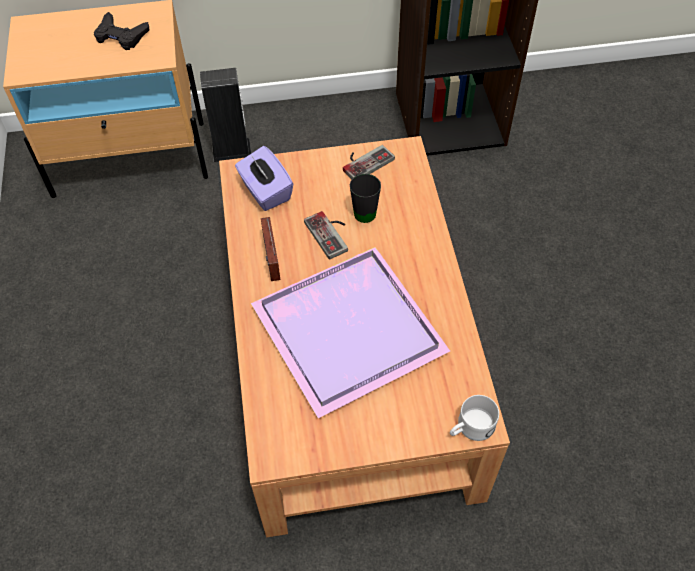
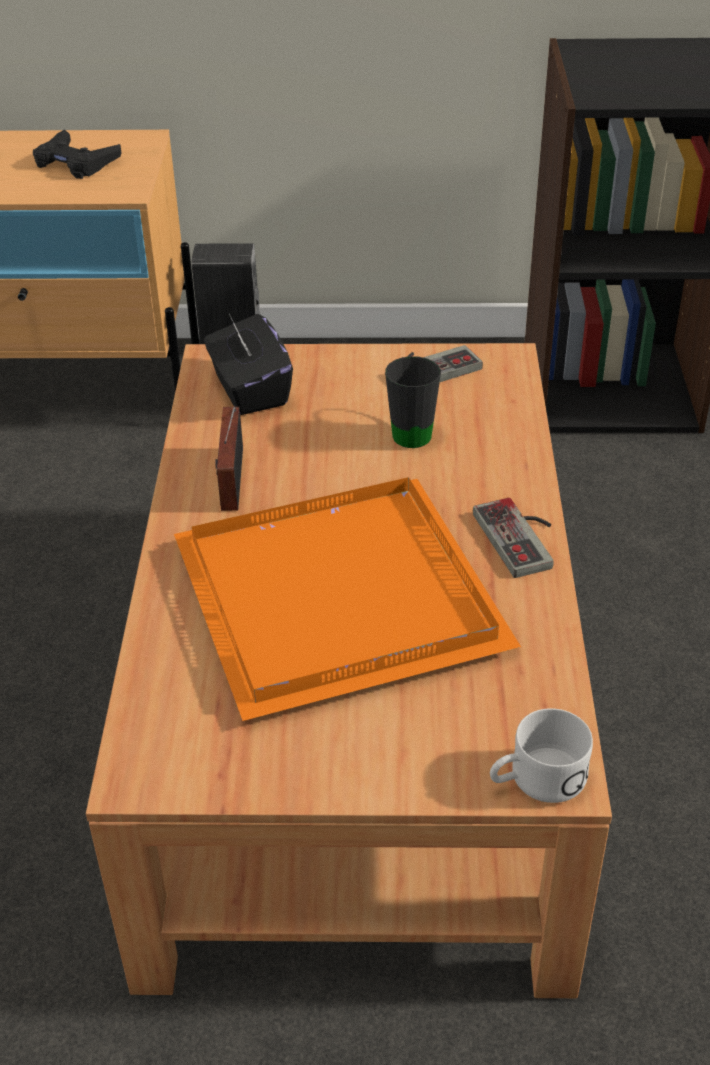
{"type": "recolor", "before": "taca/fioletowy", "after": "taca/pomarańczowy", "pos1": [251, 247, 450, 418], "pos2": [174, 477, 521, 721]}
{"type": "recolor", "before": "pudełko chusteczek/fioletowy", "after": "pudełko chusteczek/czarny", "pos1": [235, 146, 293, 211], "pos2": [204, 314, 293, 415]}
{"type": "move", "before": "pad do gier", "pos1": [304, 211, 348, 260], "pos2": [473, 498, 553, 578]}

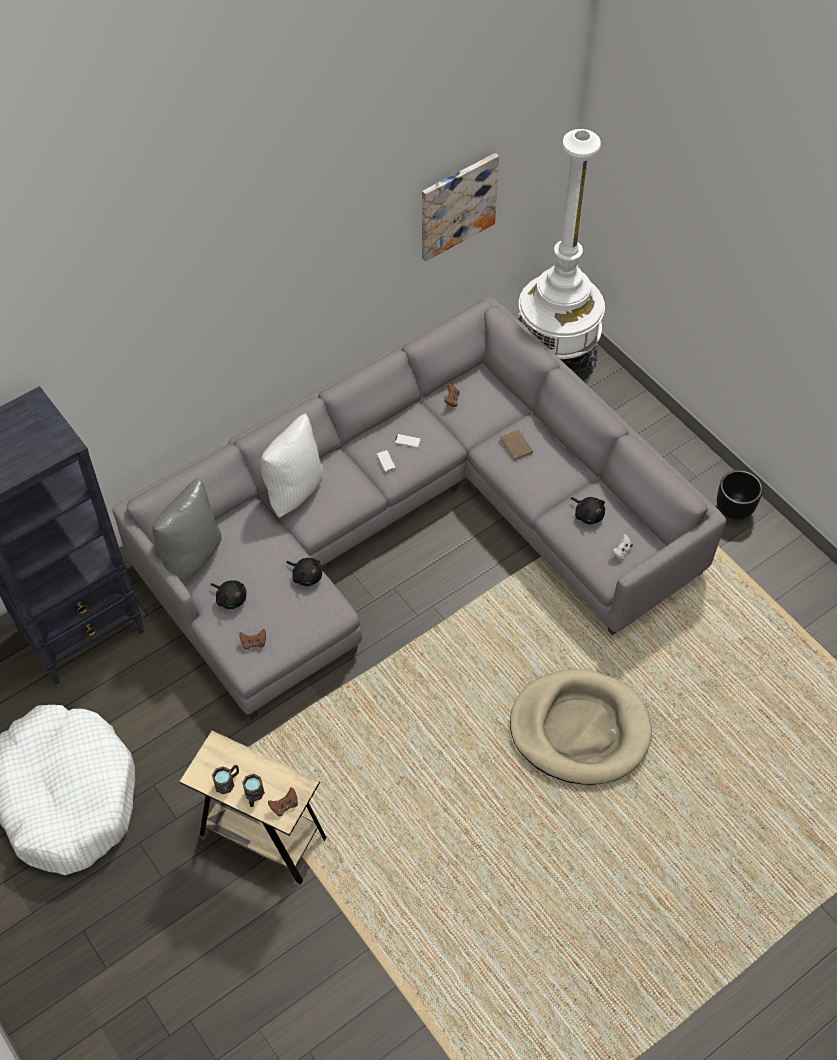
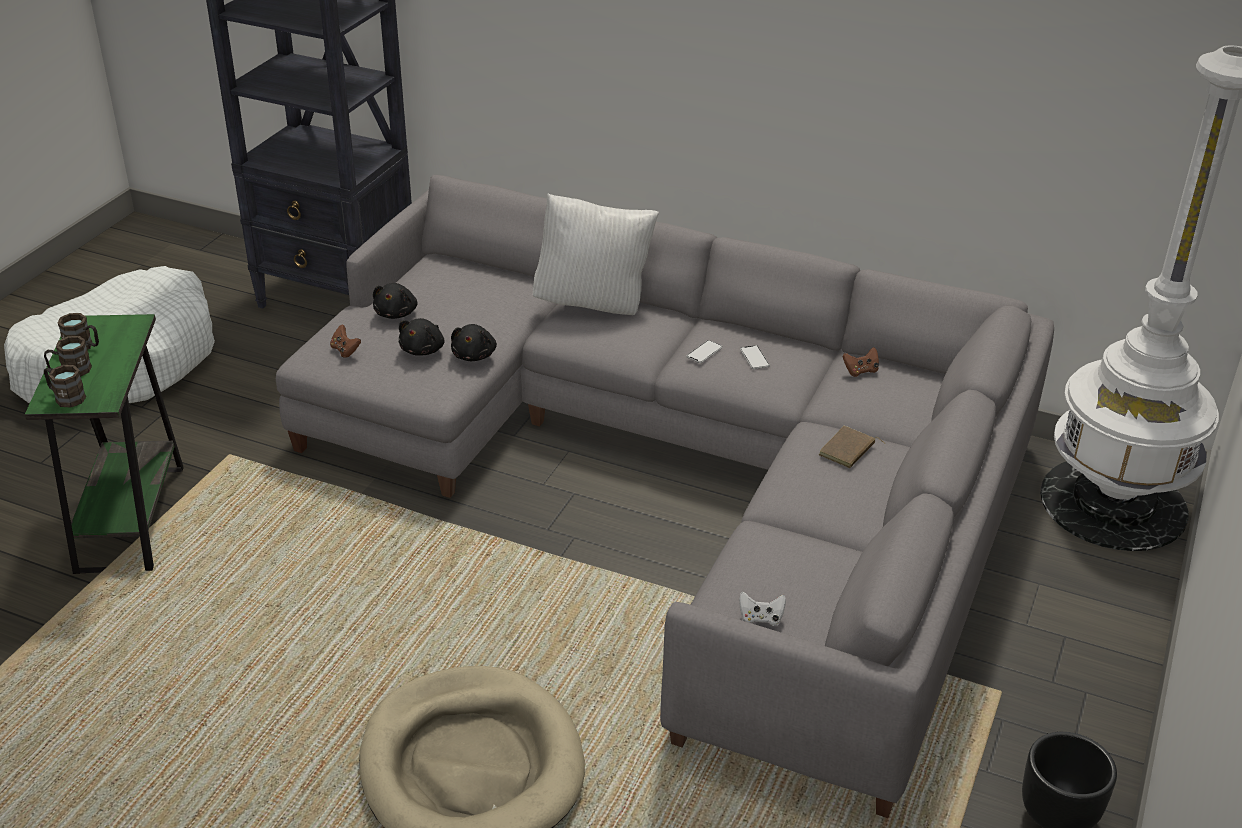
{"type": "recolor", "before": "stolik/beżowy", "after": "stolik/zielony", "pos1": [180, 731, 327, 884], "pos2": [25, 314, 184, 574]}
{"type": "replace", "before": "pad do gier/brązowy", "after": "kubek/brązowy", "pos1": [268, 787, 298, 816], "pos2": [44, 365, 86, 408]}
{"type": "move", "before": "pluszak/czarny", "pos1": [571, 497, 605, 525], "pos2": [399, 318, 445, 356]}
{"type": "delete", "before": "poduszka/szary", "pos1": [152, 478, 221, 582]}
{"type": "delete", "before": "obraz", "pos1": [422, 153, 499, 261]}

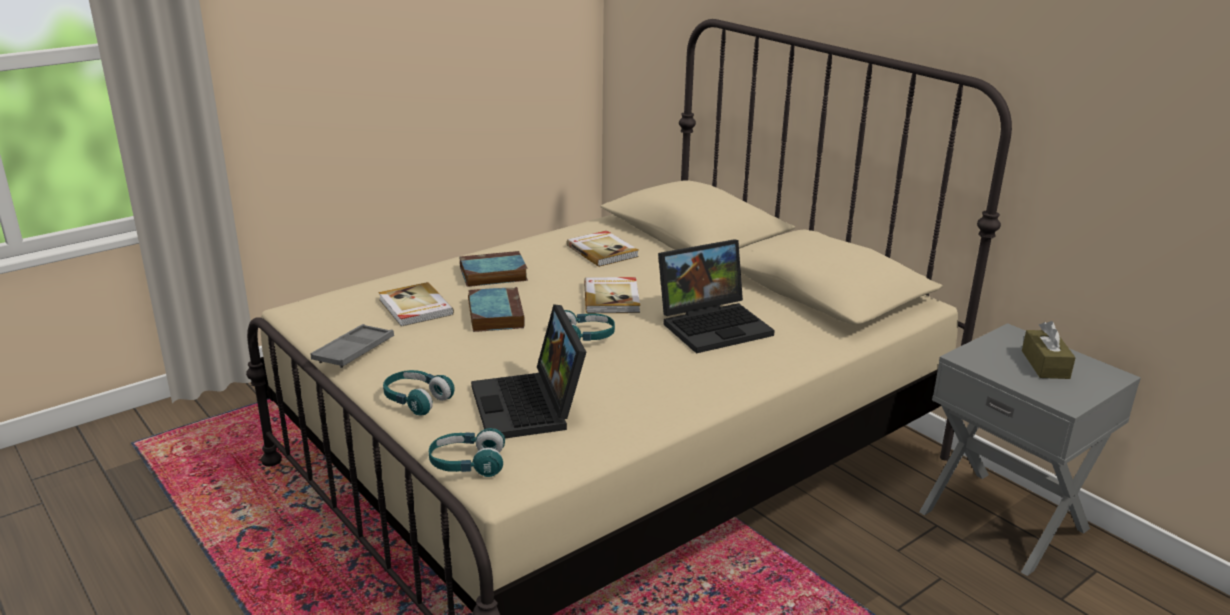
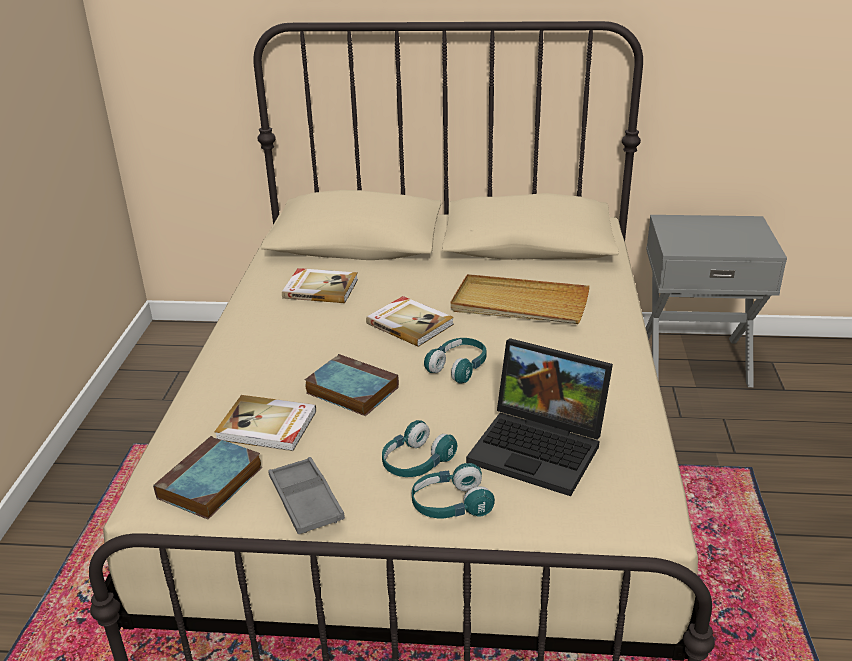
{"type": "move", "before": "książka", "pos1": [460, 251, 528, 287], "pos2": [153, 436, 262, 519]}
{"type": "move", "before": "słuchawki/turkusowy", "pos1": [429, 428, 505, 477], "pos2": [382, 420, 457, 477]}
{"type": "replace", "before": "laptop", "after": "taca/beżowy", "pos1": [658, 239, 775, 353], "pos2": [451, 274, 590, 324]}
{"type": "delete", "before": "pudełko chusteczek/brązowy", "pos1": [1022, 321, 1076, 379]}

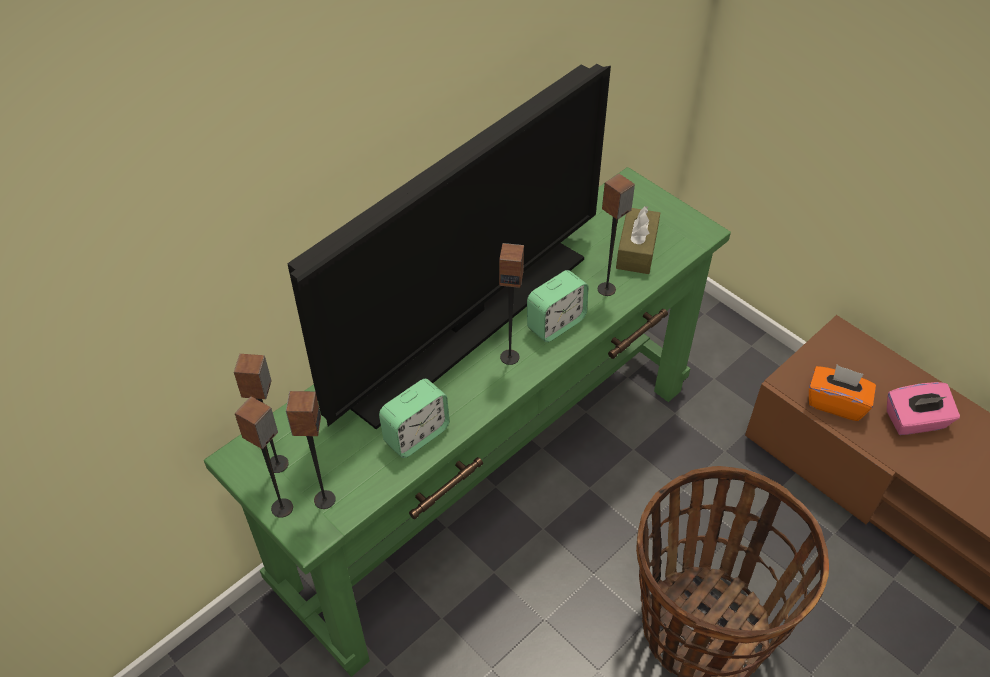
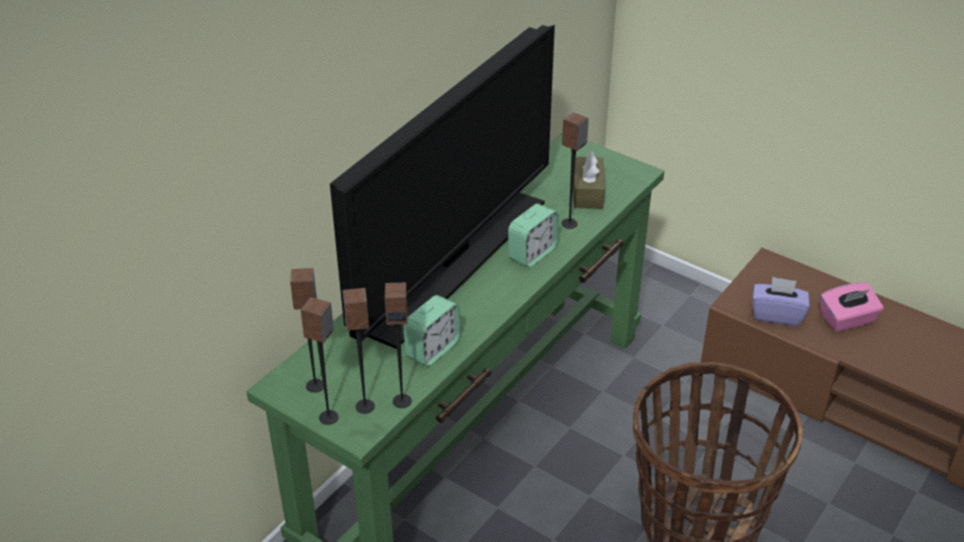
{"type": "move", "before": "głośnik", "pos1": [499, 243, 524, 365], "pos2": [385, 283, 412, 408]}
{"type": "recolor", "before": "pudełko chusteczek/pomarańczowy", "after": "pudełko chusteczek/fioletowy", "pos1": [809, 365, 876, 421], "pos2": [752, 276, 810, 326]}

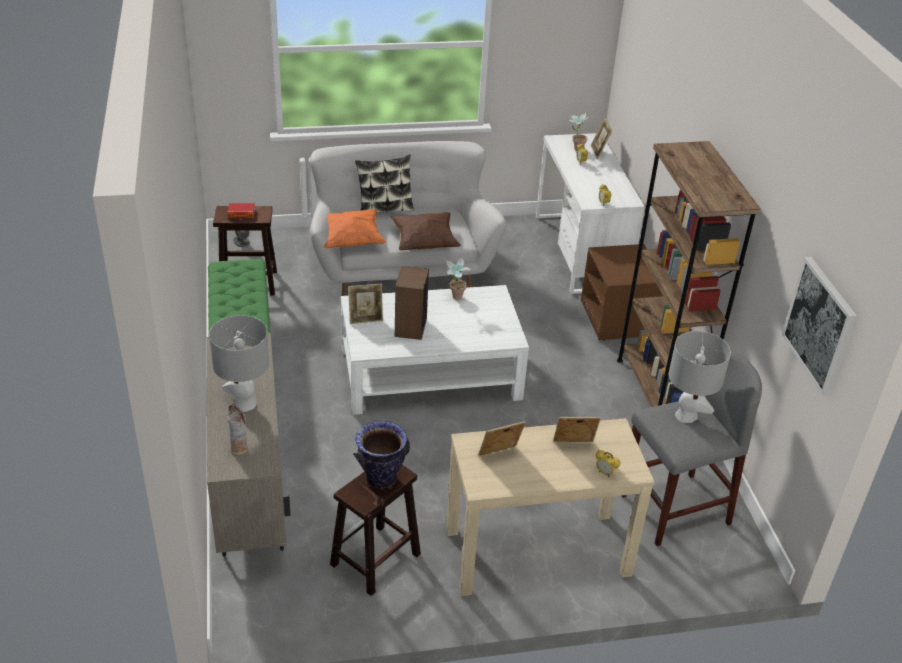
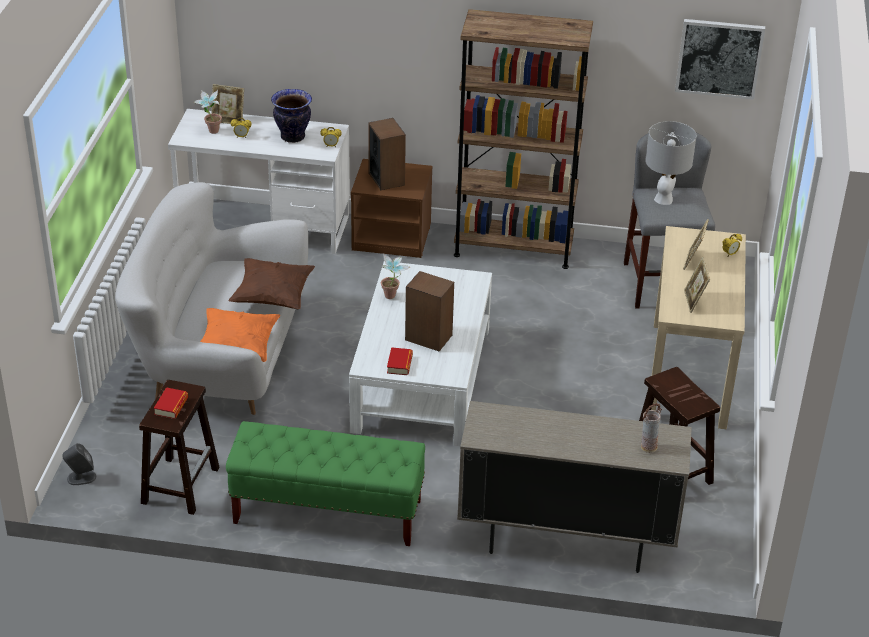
{"type": "move", "before": "wazon", "pos1": [353, 421, 410, 488], "pos2": [271, 89, 312, 143]}
{"type": "insert", "after": "głośnik", "pos2": [368, 118, 406, 190]}
{"type": "replace", "before": "ramka na zdjęcie", "after": "książka", "pos1": [348, 284, 383, 324], "pos2": [387, 347, 413, 375]}
{"type": "delete", "before": "lampa stołowa/szary", "pos1": [209, 315, 270, 412]}
{"type": "delete", "before": "poduszka", "pos1": [355, 155, 415, 213]}

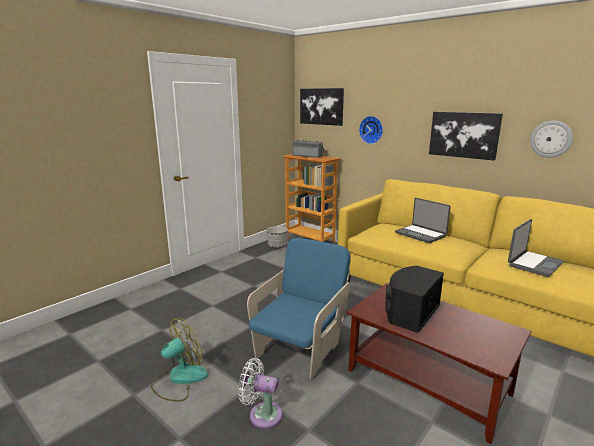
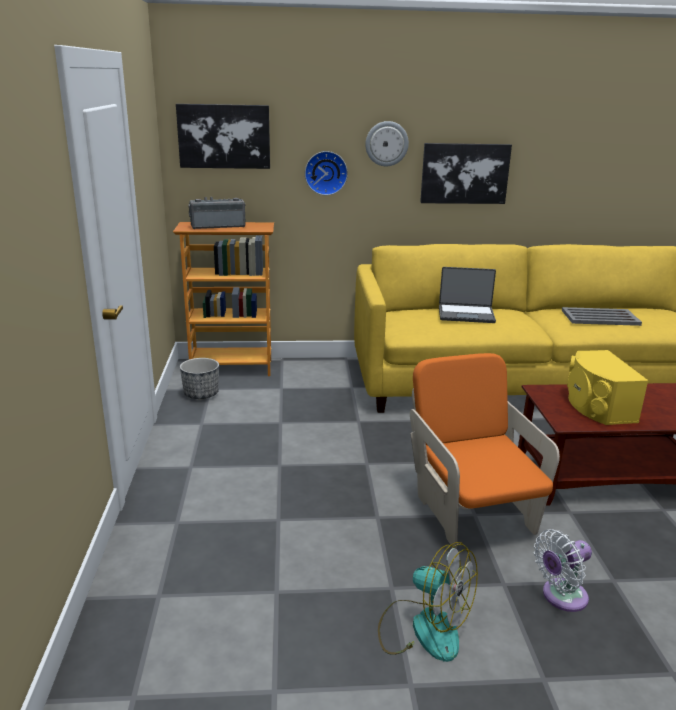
{"type": "move", "before": "zegar ścienny", "pos1": [530, 121, 573, 158], "pos2": [365, 121, 409, 166]}
{"type": "rotate", "before": "wentylator", "pos1": [151, 318, 208, 401], "pos2": [378, 542, 478, 662], "turn": 120}
{"type": "recolor", "before": "fotel/niebieski", "after": "fotel/pomarańczowy", "pos1": [247, 238, 351, 379], "pos2": [410, 353, 560, 549]}
{"type": "replace", "before": "laptop", "after": "taca/szary", "pos1": [508, 219, 564, 277], "pos2": [562, 307, 642, 326]}
{"type": "recolor", "before": "głośnik/czarny", "after": "głośnik/żółty", "pos1": [385, 266, 444, 333], "pos2": [567, 350, 649, 425]}

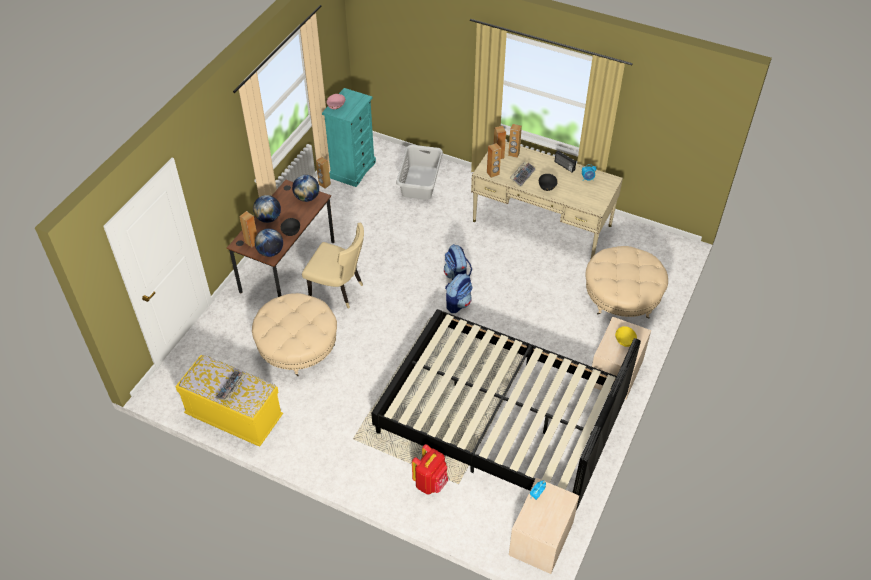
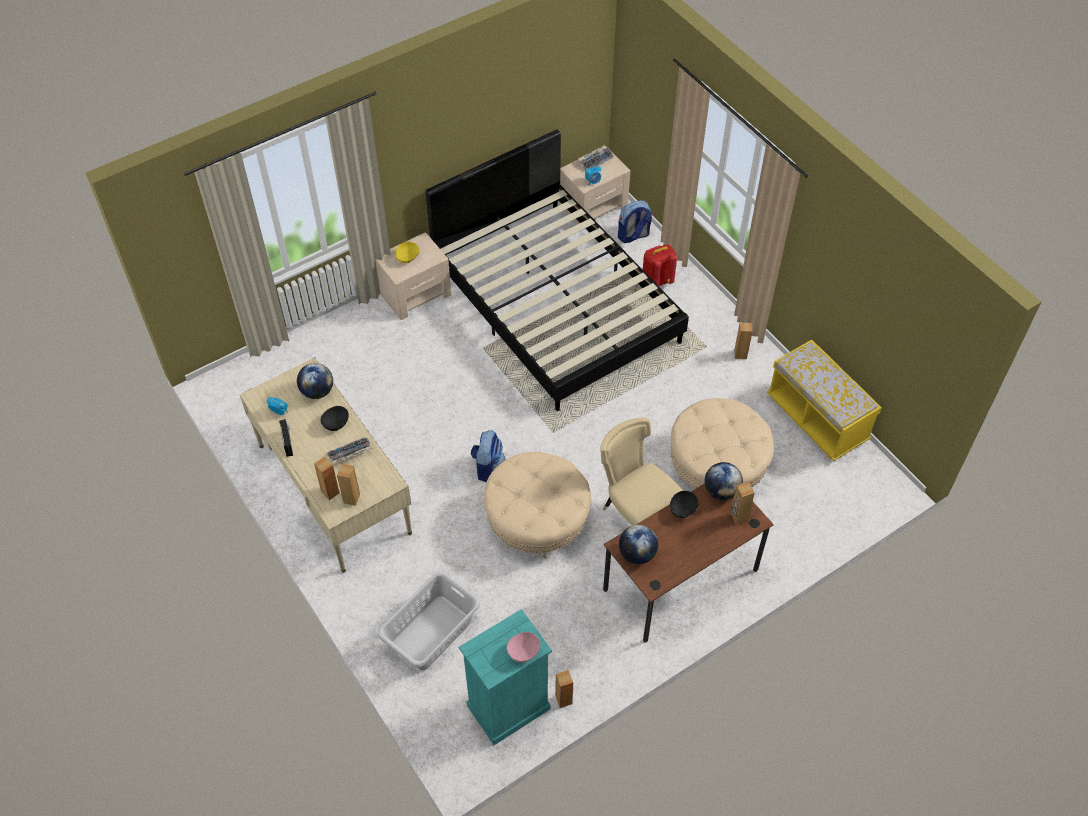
{"type": "move", "before": "globus", "pos1": [253, 195, 281, 223], "pos2": [297, 363, 333, 399]}
{"type": "move", "before": "pufa/beżowy", "pos1": [585, 246, 668, 318], "pos2": [483, 451, 591, 559]}
{"type": "move", "before": "klawiatura", "pos1": [215, 371, 246, 401], "pos2": [578, 145, 614, 170]}
{"type": "move", "before": "plecak", "pos1": [445, 274, 472, 313], "pos2": [618, 201, 652, 243]}
{"type": "move", "before": "głośnik/brązowy", "pos1": [487, 143, 501, 178], "pos2": [734, 323, 753, 359]}

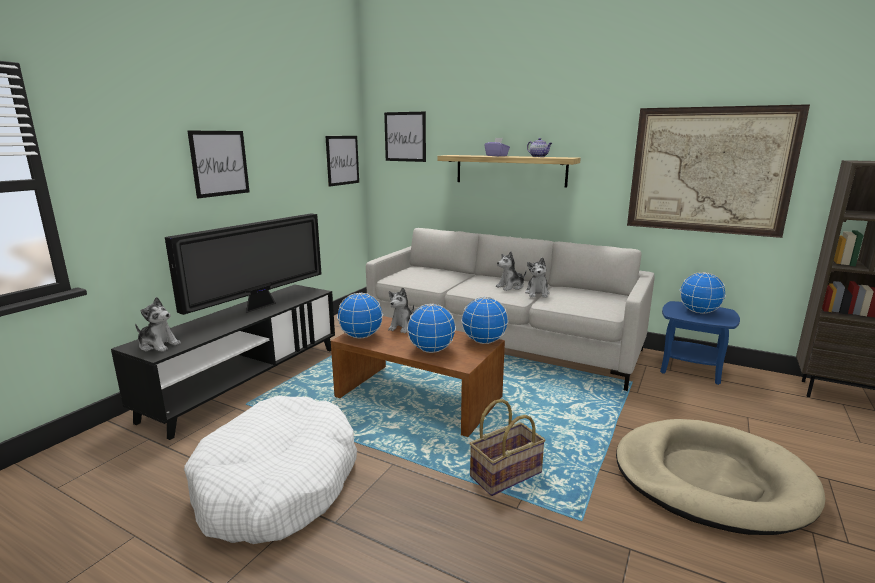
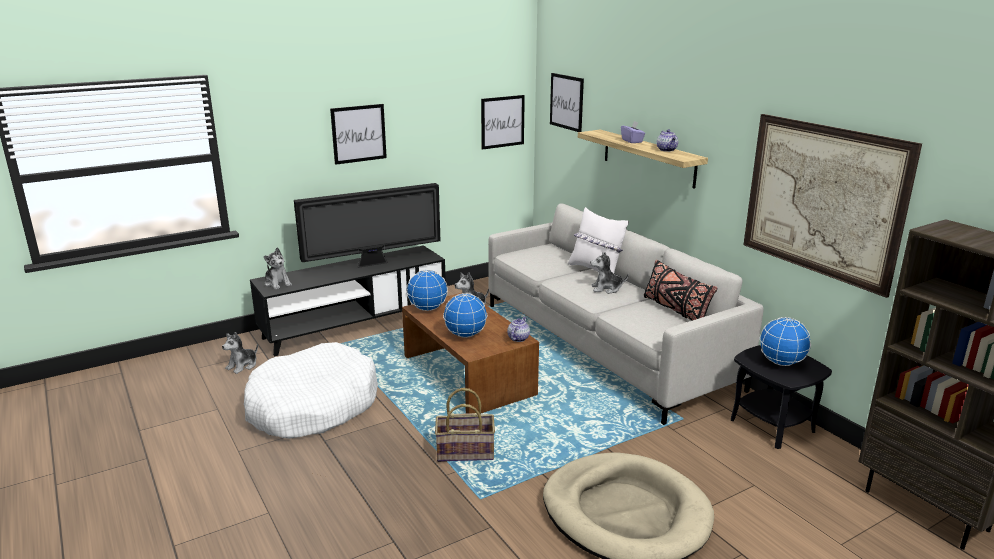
{"type": "move", "before": "pluszak", "pos1": [525, 257, 550, 298], "pos2": [222, 332, 258, 374]}
{"type": "replace", "before": "globus", "after": "imbryk", "pos1": [461, 297, 509, 344], "pos2": [507, 317, 530, 342]}
{"type": "insert", "after": "poduszka/biały", "pos2": [568, 207, 629, 273]}
{"type": "insert", "after": "poduszka/czarny", "pos2": [644, 260, 718, 321]}
{"type": "recolor", "before": "stolik/niebieski", "after": "stolik/czarny", "pos1": [660, 301, 740, 385], "pos2": [731, 345, 832, 449]}

